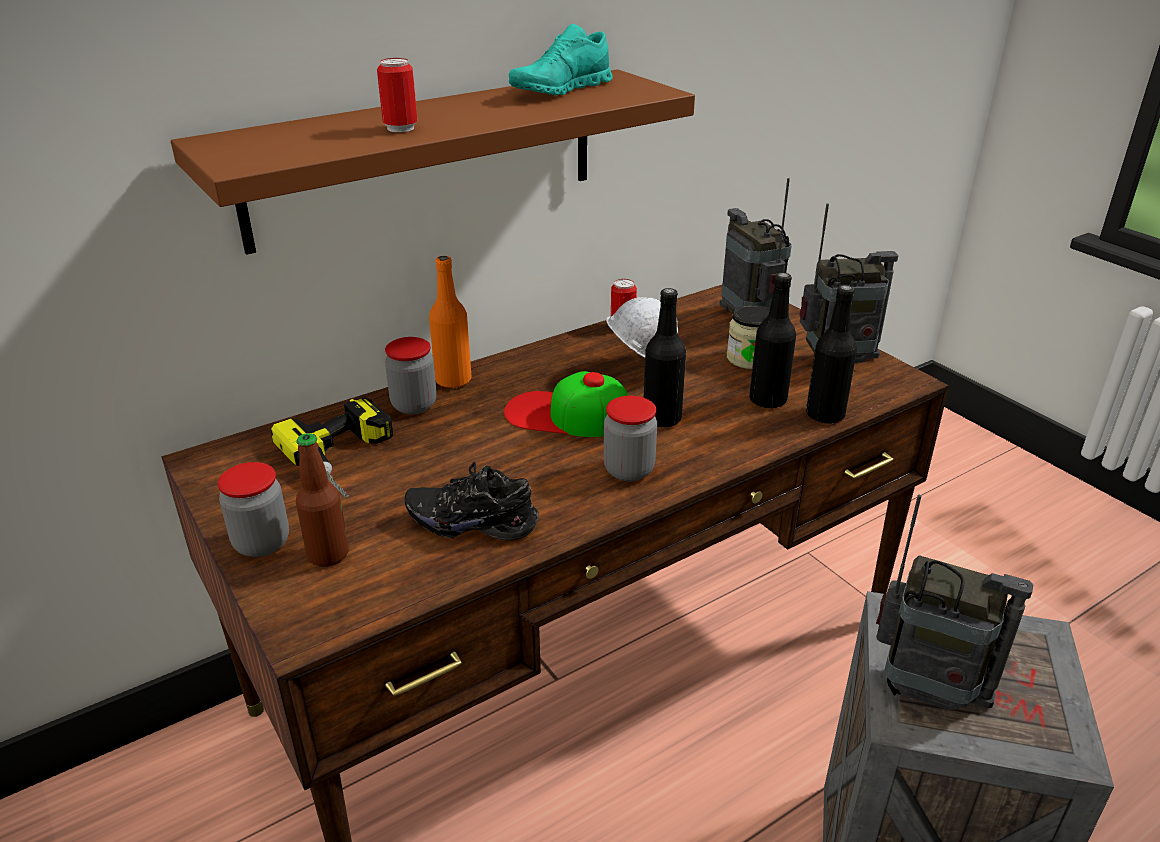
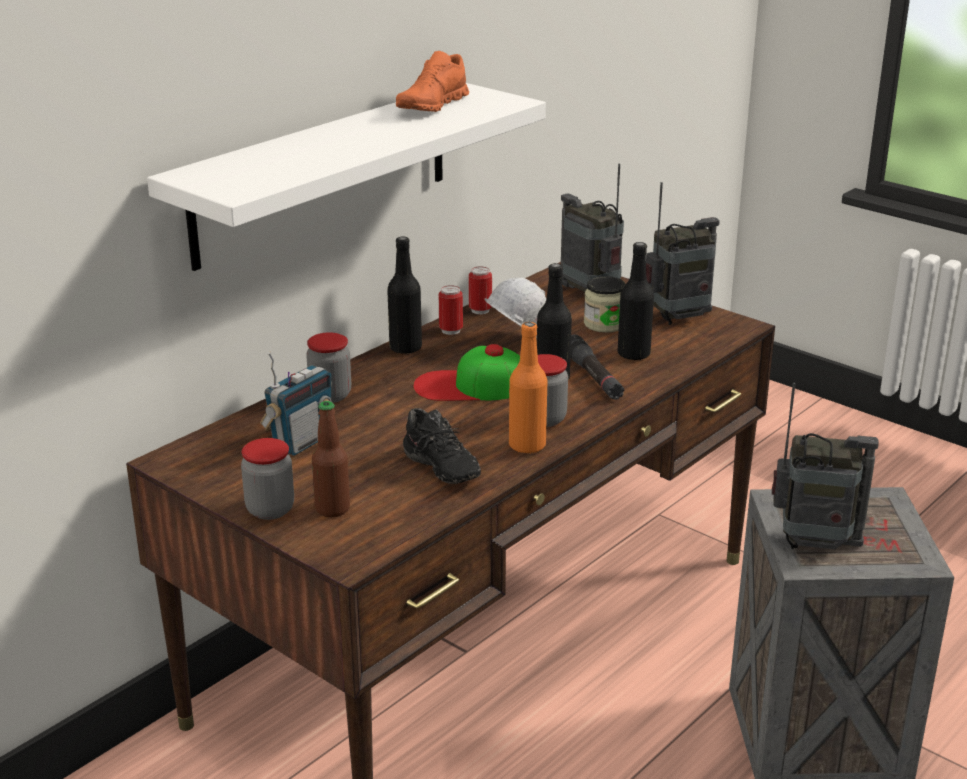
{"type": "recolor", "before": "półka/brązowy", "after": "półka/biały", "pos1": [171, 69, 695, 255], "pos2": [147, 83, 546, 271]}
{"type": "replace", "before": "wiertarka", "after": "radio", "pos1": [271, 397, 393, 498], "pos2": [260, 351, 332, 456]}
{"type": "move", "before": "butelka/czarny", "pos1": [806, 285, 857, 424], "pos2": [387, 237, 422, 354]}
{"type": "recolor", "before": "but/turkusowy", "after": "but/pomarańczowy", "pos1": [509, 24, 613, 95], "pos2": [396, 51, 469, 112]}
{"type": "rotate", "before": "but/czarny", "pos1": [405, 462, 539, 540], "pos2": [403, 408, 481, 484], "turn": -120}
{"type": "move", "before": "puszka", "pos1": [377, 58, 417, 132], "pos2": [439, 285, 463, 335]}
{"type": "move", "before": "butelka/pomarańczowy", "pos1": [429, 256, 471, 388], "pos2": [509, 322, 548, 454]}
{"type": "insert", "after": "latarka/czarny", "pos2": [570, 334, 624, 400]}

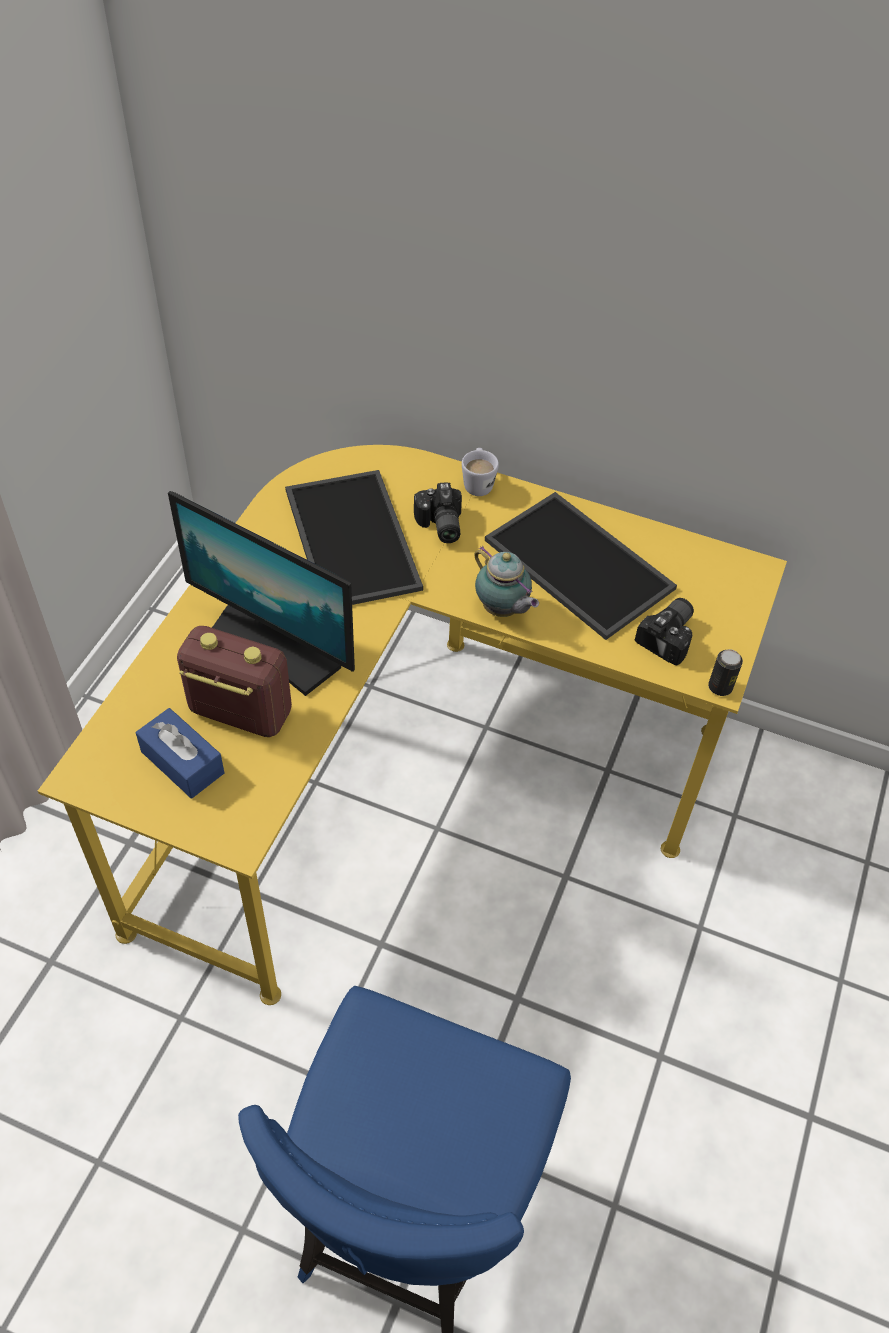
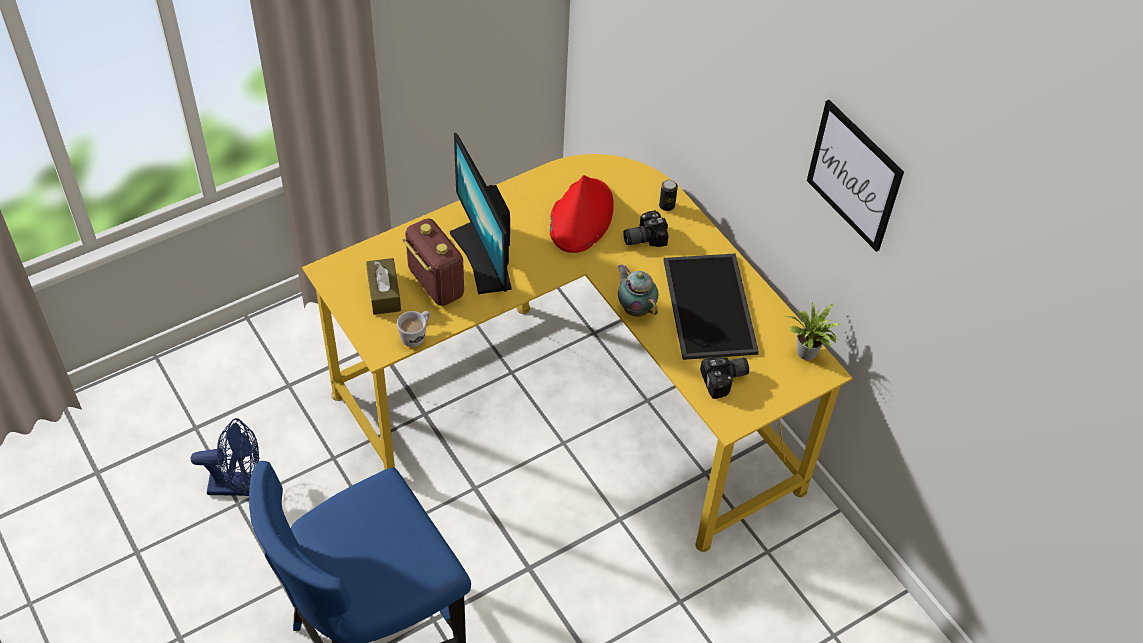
{"type": "insert", "after": "wentylator/niebieski", "pos2": [191, 418, 259, 496]}
{"type": "recolor", "before": "pudełko chusteczek/niebieski", "after": "pudełko chusteczek/brązowy", "pos1": [136, 708, 224, 798], "pos2": [366, 258, 401, 315]}
{"type": "move", "before": "kubek/biały", "pos1": [462, 448, 499, 496], "pos2": [397, 311, 430, 347]}
{"type": "replace", "before": "taca", "after": "kapelusz/czerwony", "pos1": [285, 470, 423, 605], "pos2": [549, 175, 614, 253]}
{"type": "rotate", "before": "imbryk", "pos1": [474, 546, 539, 617], "pos2": [617, 265, 658, 317], "turn": 150}
{"type": "rotate", "before": "aparat fotograficzny", "pos1": [414, 482, 462, 543], "pos2": [623, 210, 668, 247], "turn": 45}
{"type": "move", "before": "puszka", "pos1": [708, 649, 743, 696], "pos2": [659, 180, 678, 211]}
{"type": "insert", "after": "roślina doniczkowa", "pos2": [784, 302, 841, 360]}
{"type": "insert", "after": "obraz", "pos2": [807, 100, 904, 252]}

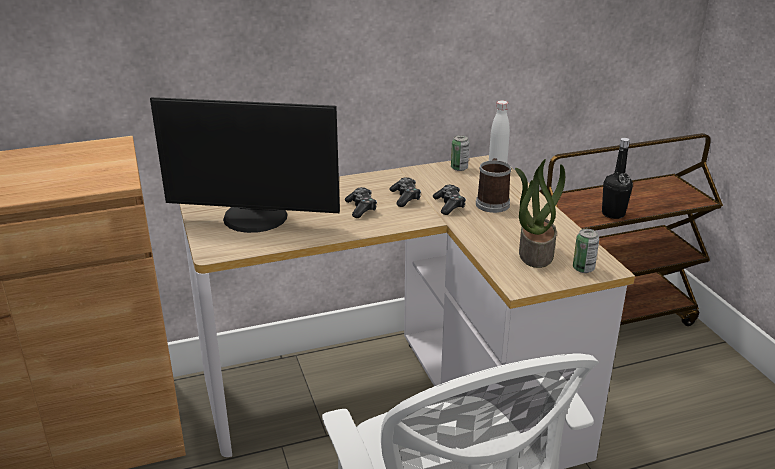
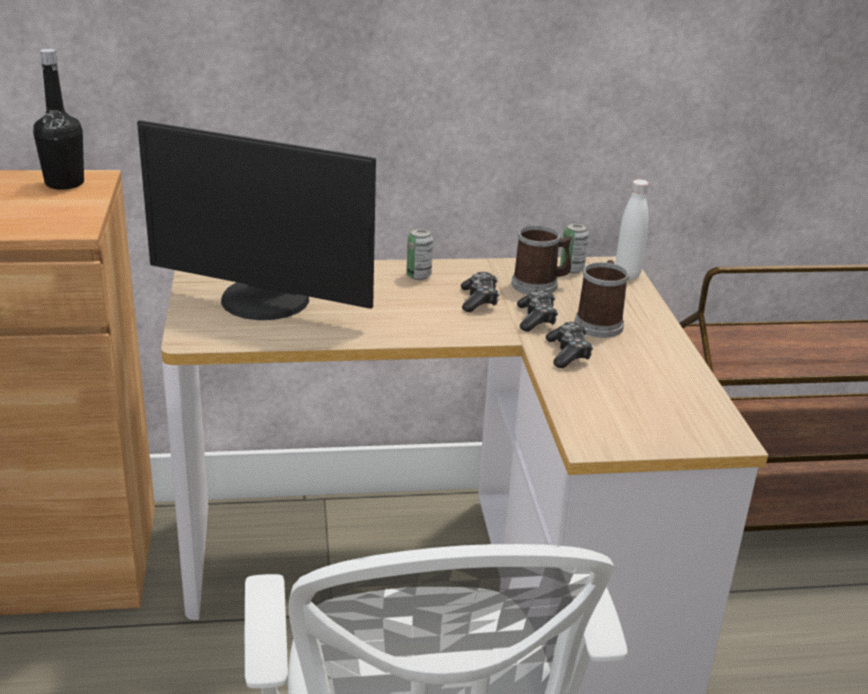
{"type": "move", "before": "butelka/czarny", "pos1": [602, 138, 633, 219], "pos2": [33, 49, 84, 190]}
{"type": "move", "before": "puszka", "pos1": [573, 229, 599, 273], "pos2": [406, 228, 433, 280]}
{"type": "insert", "after": "kubek", "pos2": [511, 226, 572, 295]}
{"type": "move", "before": "pad do gier", "pos1": [345, 187, 377, 218], "pos2": [546, 322, 593, 368]}
{"type": "delete", "before": "roślina doniczkowa", "pos1": [515, 159, 565, 268]}

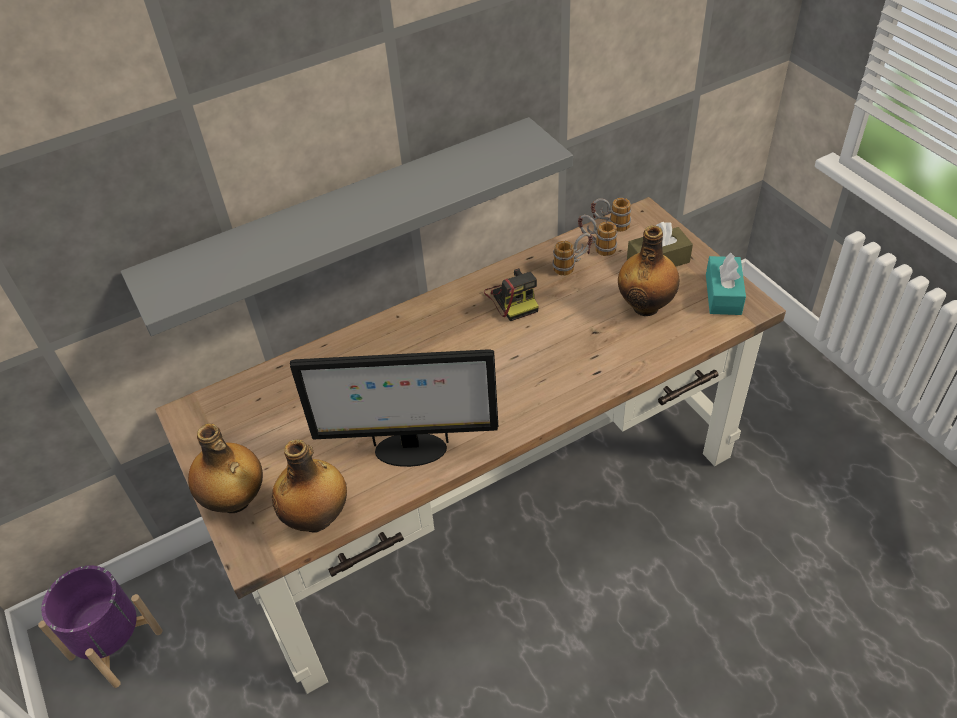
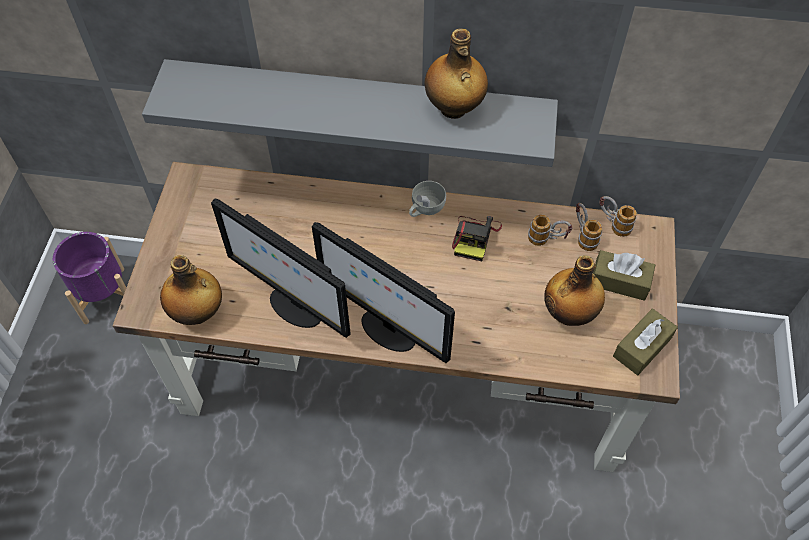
{"type": "insert", "after": "monitor", "pos2": [312, 222, 455, 363]}
{"type": "insert", "after": "filiżanka/biały", "pos2": [409, 181, 446, 217]}
{"type": "move", "before": "butelka", "pos1": [188, 424, 263, 513], "pos2": [425, 28, 488, 119]}
{"type": "recolor", "before": "pudełko chusteczek/turkusowy", "after": "pudełko chusteczek/brązowy", "pos1": [706, 253, 746, 315], "pos2": [613, 309, 678, 375]}

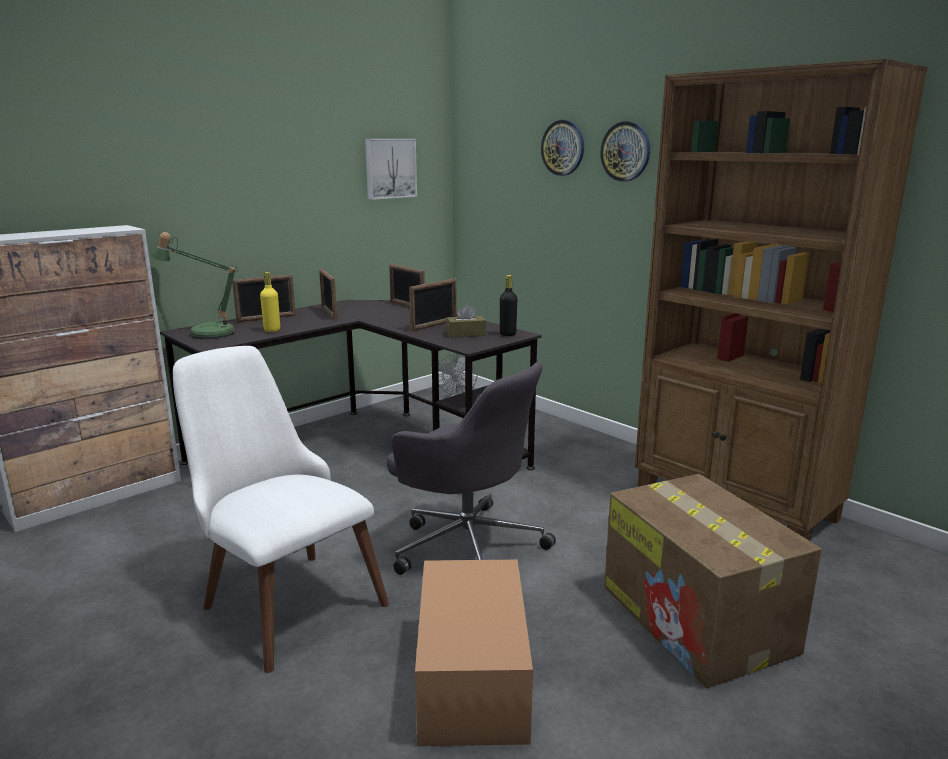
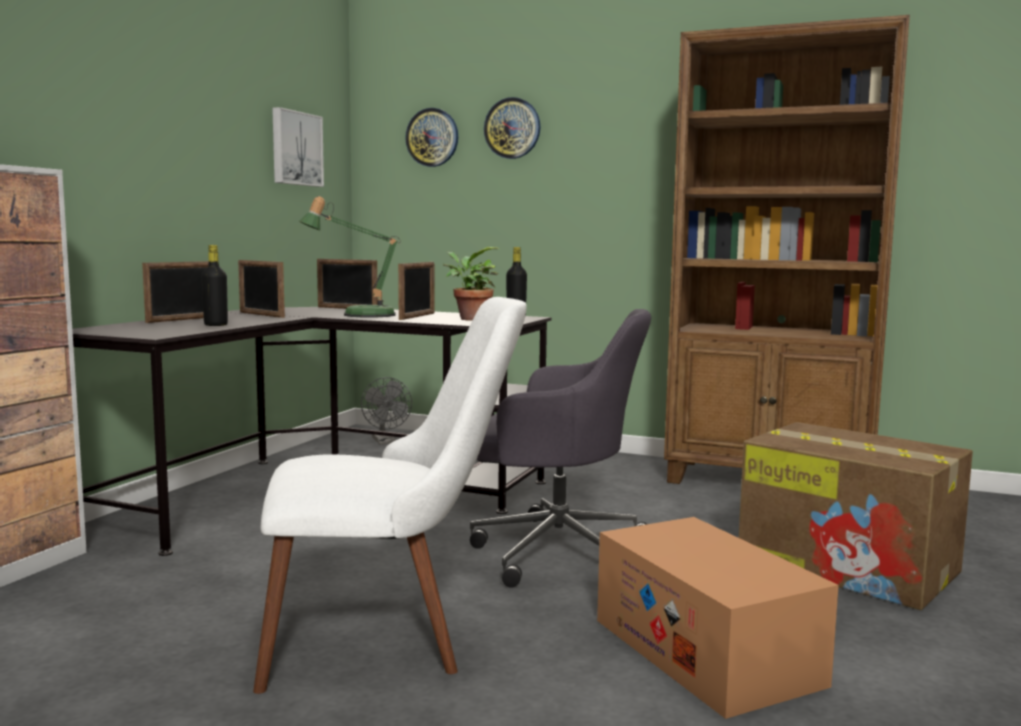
{"type": "recolor", "before": "butelka/żółty", "after": "butelka/czarny", "pos1": [260, 272, 280, 332], "pos2": [201, 245, 228, 326]}
{"type": "rotate", "before": "krzesło/biały", "pos1": [173, 346, 389, 673], "pos2": [253, 297, 527, 694], "turn": 150}
{"type": "move", "before": "lampa stołowa", "pos1": [150, 232, 238, 339], "pos2": [299, 196, 401, 318]}
{"type": "move", "before": "zegar ścienny", "pos1": [600, 121, 650, 182], "pos2": [405, 108, 458, 167]}
{"type": "replace", "before": "pudełko chusteczek/brązowy", "after": "roślina doniczkowa", "pos1": [446, 304, 486, 338], "pos2": [443, 247, 499, 321]}

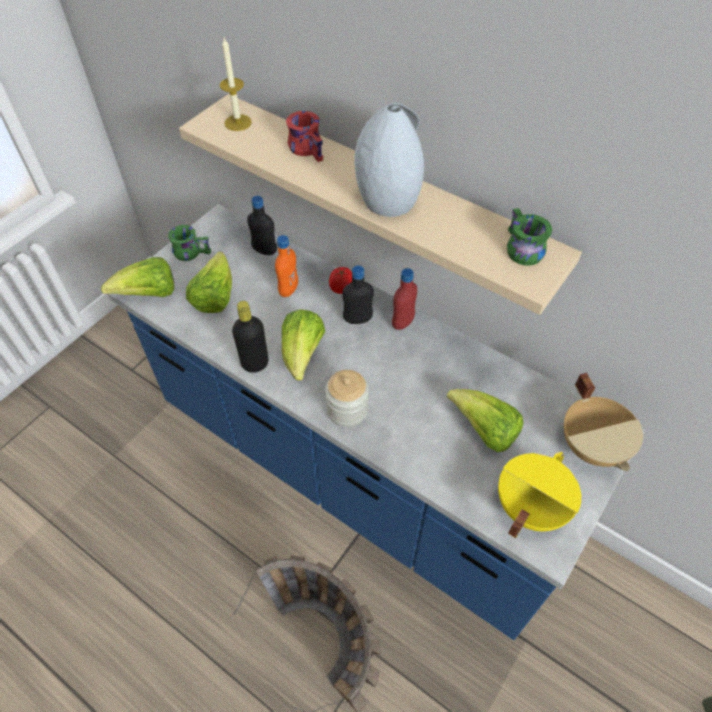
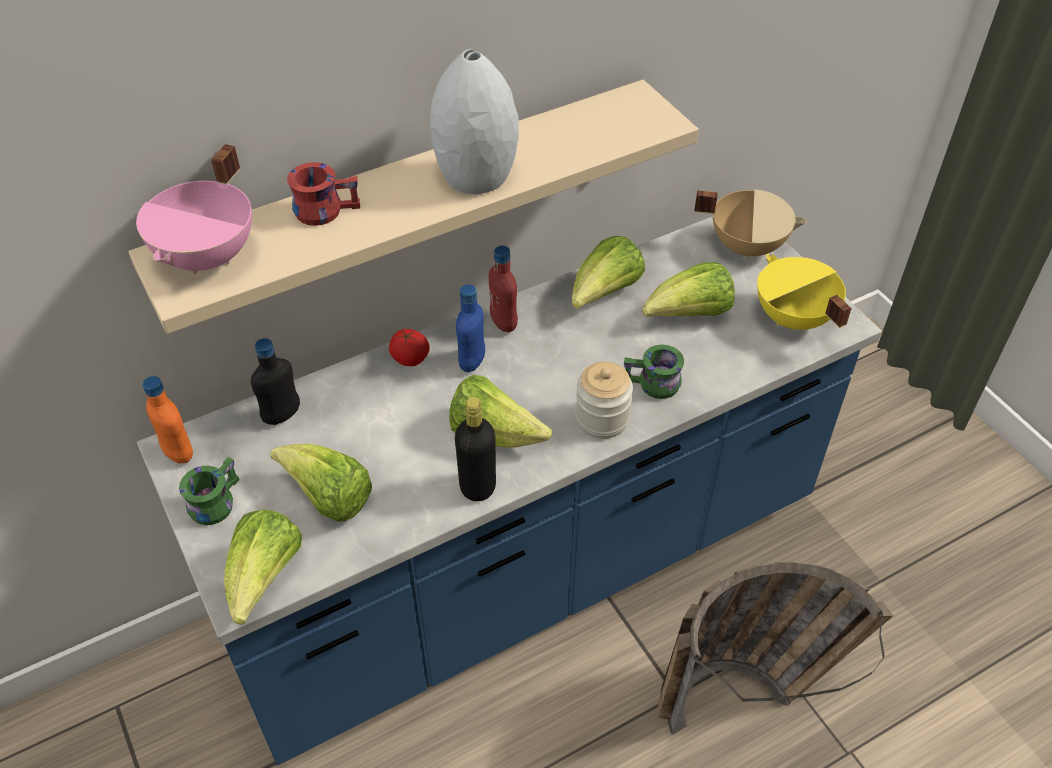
{"type": "replace", "before": "świeca", "after": "garnek/różowy", "pos1": [220, 38, 252, 131], "pos2": [136, 144, 252, 274]}
{"type": "move", "before": "butelka/pomarańczowy", "pos1": [275, 235, 298, 297], "pos2": [142, 376, 193, 464]}
{"type": "recolor", "before": "butelka/czarny", "after": "butelka/niebieski", "pos1": [342, 265, 374, 324], "pos2": [456, 284, 485, 372]}
{"type": "insert", "after": "sałata", "pos2": [572, 236, 645, 309]}
{"type": "move", "before": "kubek/zielony", "pos1": [507, 208, 552, 266], "pos2": [624, 344, 684, 399]}

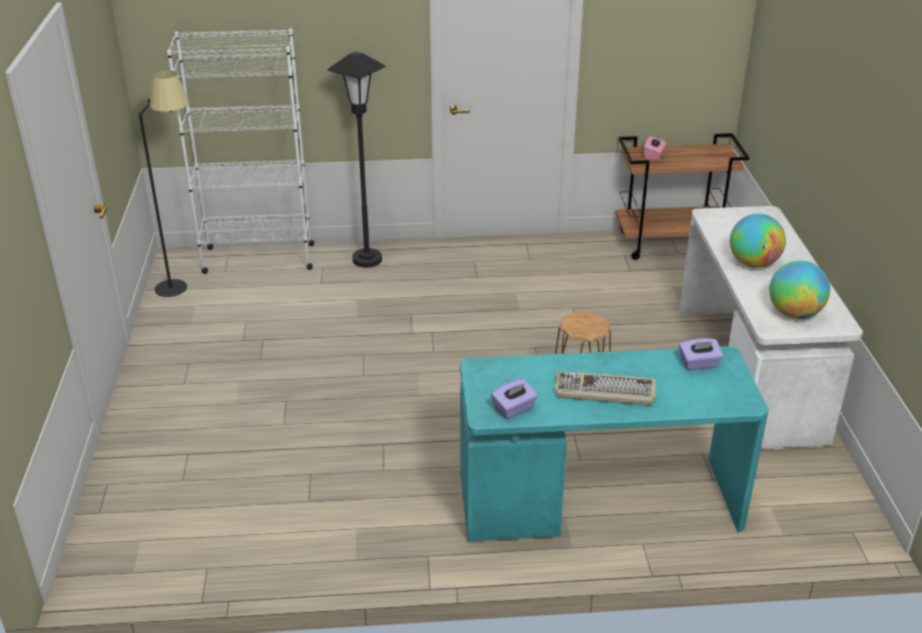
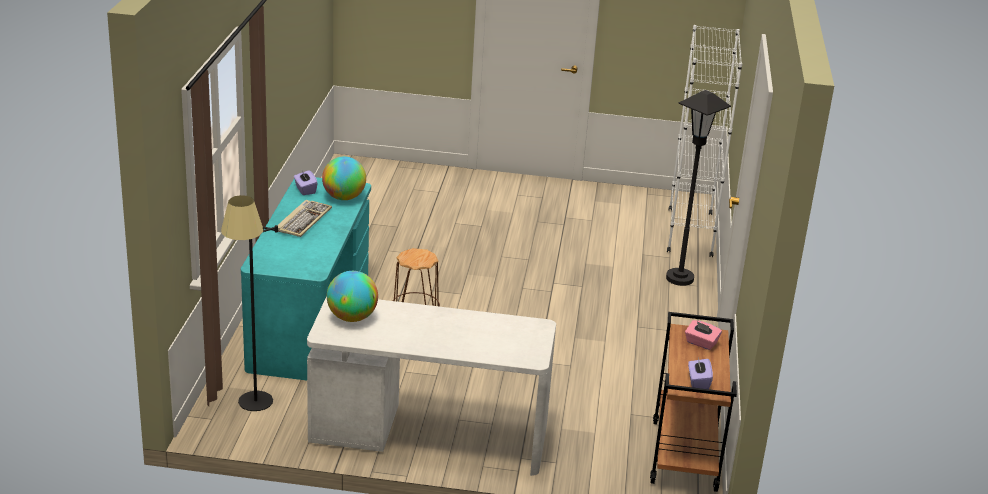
{"type": "move", "before": "lampa stojąca/czarny", "pos1": [138, 70, 189, 297], "pos2": [221, 195, 278, 411]}
{"type": "move", "before": "globus", "pos1": [730, 214, 786, 268], "pos2": [322, 156, 366, 200]}
{"type": "move", "before": "pudełko chusteczek/fioletowy", "pos1": [679, 338, 723, 370], "pos2": [688, 357, 713, 389]}

